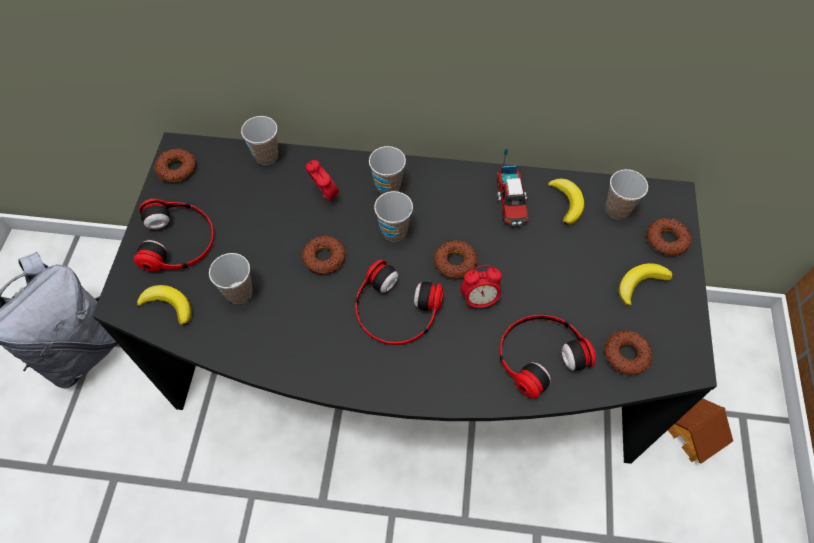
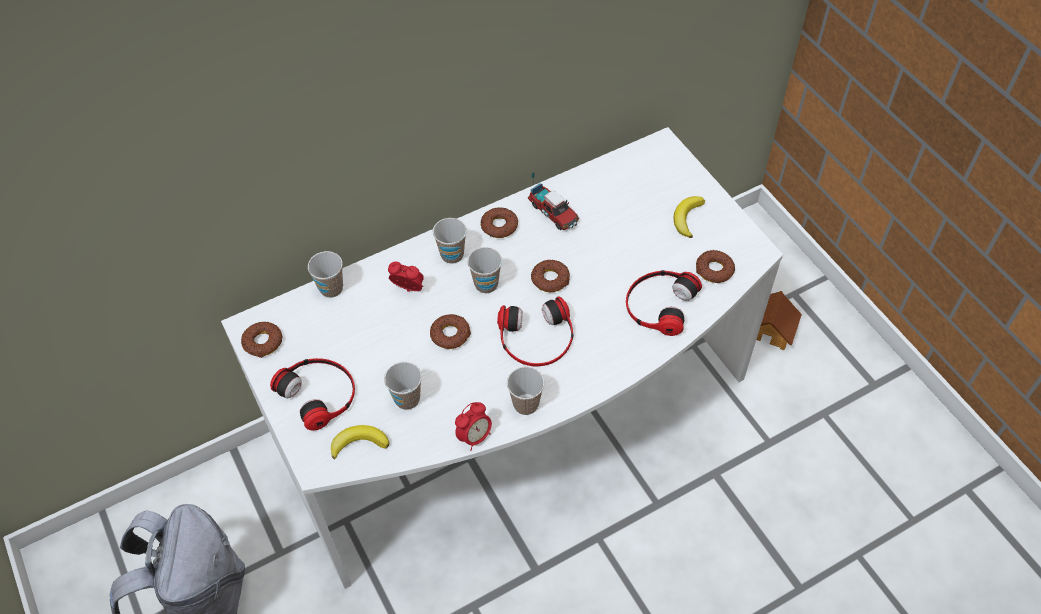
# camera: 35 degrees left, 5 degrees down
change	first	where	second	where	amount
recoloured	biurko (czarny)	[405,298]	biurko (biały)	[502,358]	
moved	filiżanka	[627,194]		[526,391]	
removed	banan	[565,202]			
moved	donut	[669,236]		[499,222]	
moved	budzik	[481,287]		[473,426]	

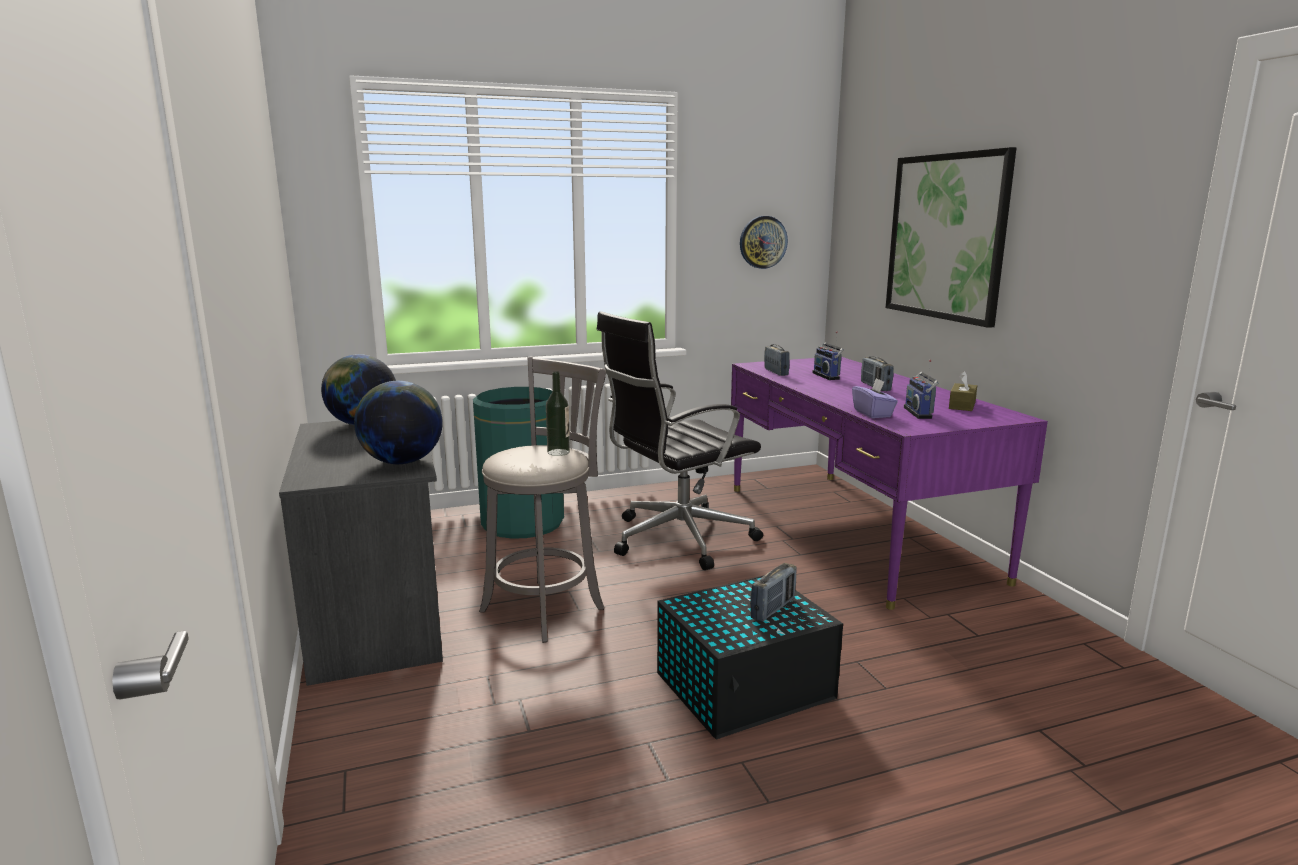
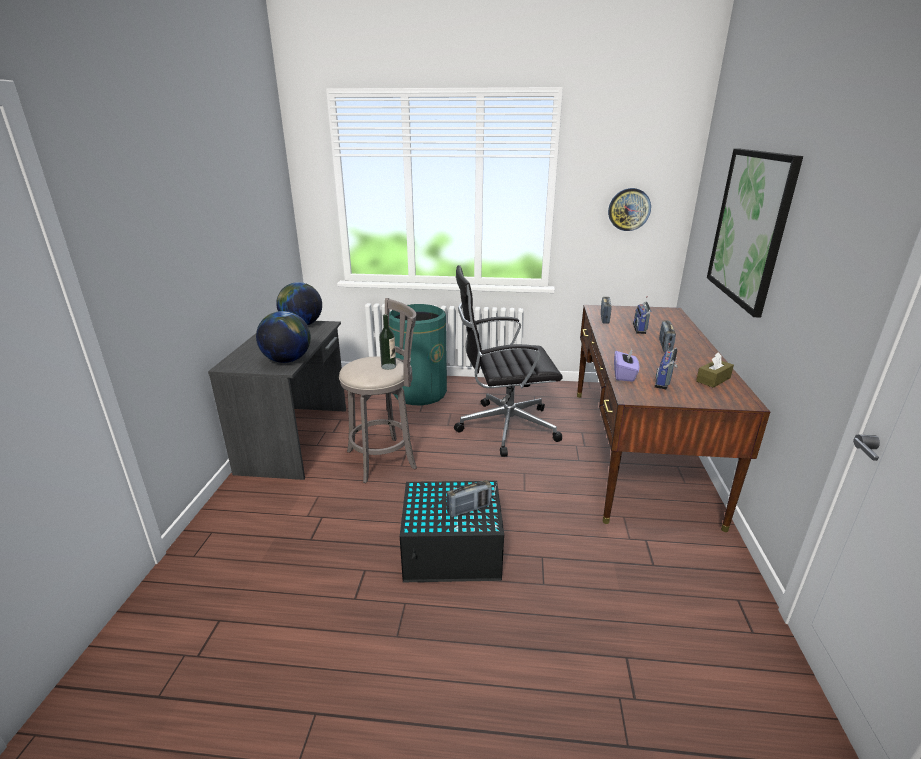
# camera: 25 degrees right, 10 degrees up
change	first	where	second	where	amount
recoloured	biurko (fioletowy)	[889,483]	biurko (brązowy)	[673,418]	

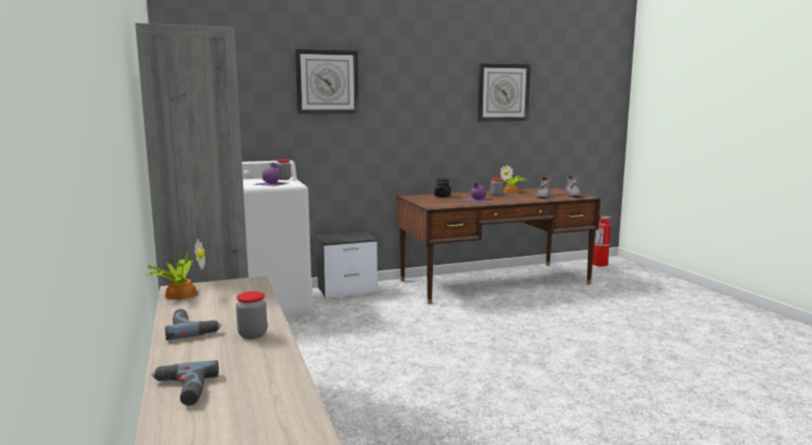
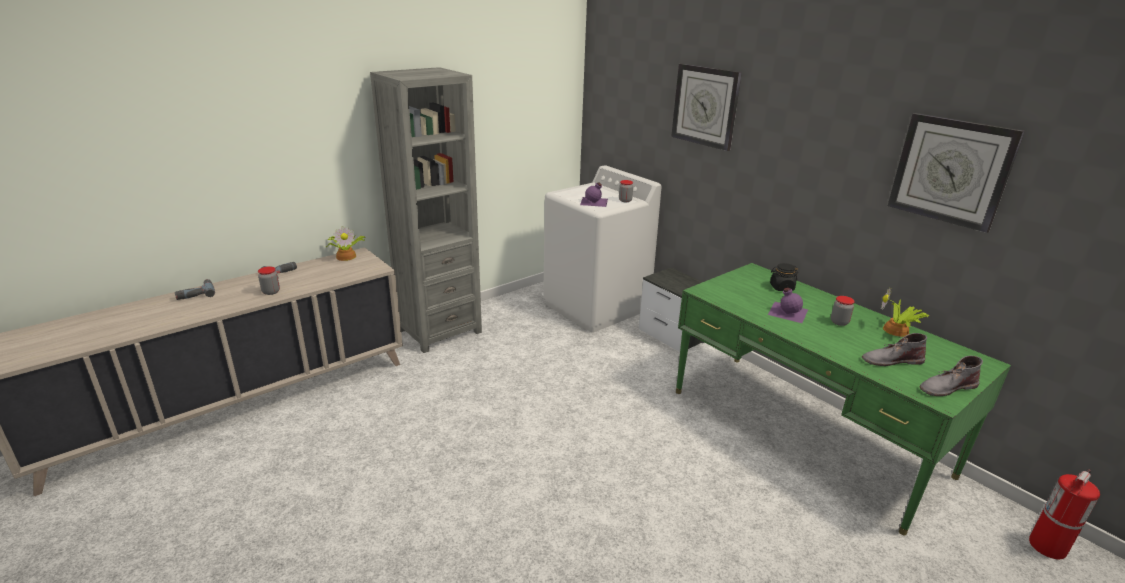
# camera: 70 degrees right, 15 degrees up
change	first	where	second	where	amount
recoloured	biurko (brązowy)	[499,245]	biurko (zielony)	[843,399]	

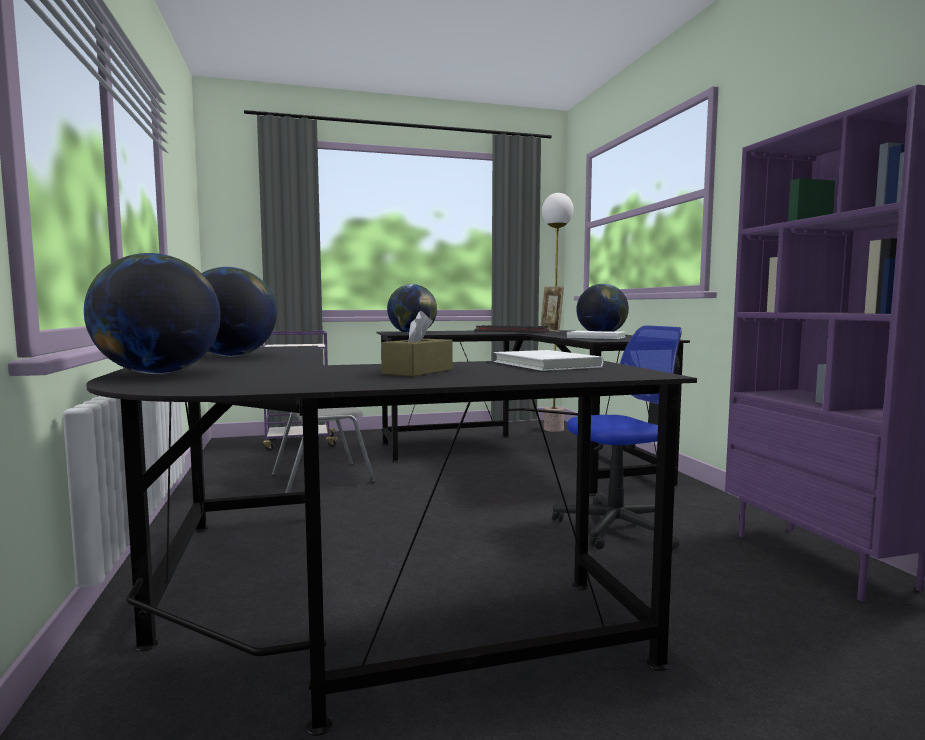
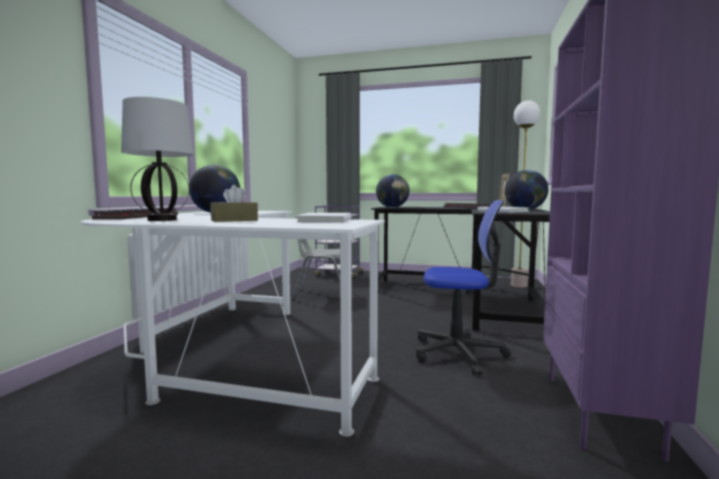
# camera: 30 degrees right, 0 degrees up
change	first	where	second	where	amount
replaced	globus	[152,313]	klawiatura	[135,214]	
recoloured	biurko (czarny)	[391,541]	biurko (biały)	[233,324]	
added			lampa stołowa	[157,159]	

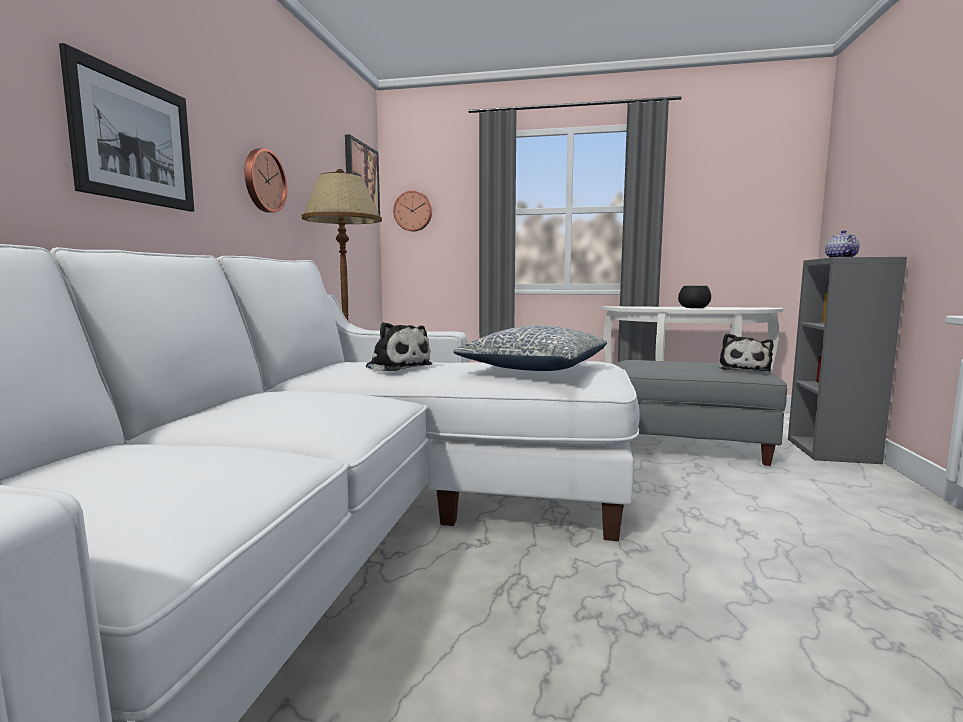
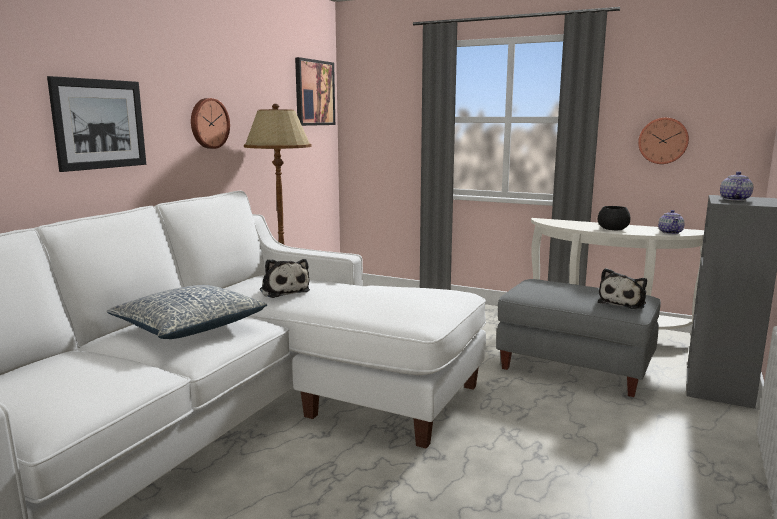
# camera: 15 degrees right, 5 degrees up
change	first	where	second	where	amount
moved	zegar ścienny	[412,211]		[663,141]	
moved	poduszka	[530,348]		[187,312]	
added			imbryk	[671,222]	

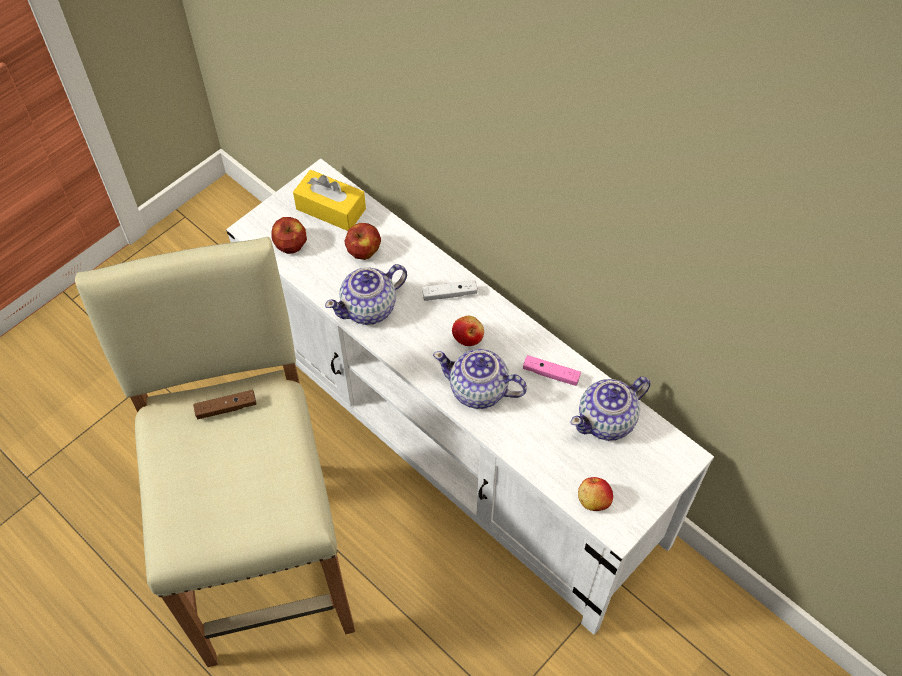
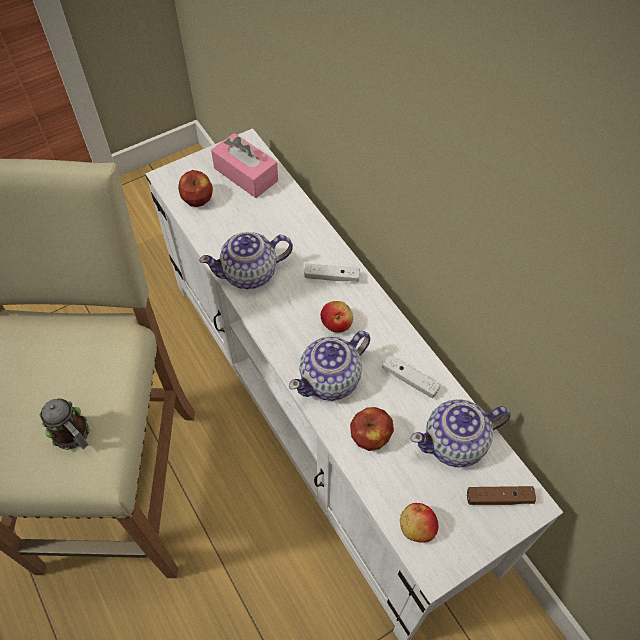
# camera: 15 degrees right, 0 degrees up
change	first	where	second	where	amount
recoloured	pudełko chusteczek (żółty)	[329,200]	pudełko chusteczek (różowy)	[244,165]	
moved	jabłko	[362,241]		[372,429]	
turned	imbryk	[480,379]		[329,366]	75 degrees counterclockwise
recoloured	pad do gier (różowy)	[552,370]	pad do gier (biały)	[411,376]	
moved	pad do gier (brązowy)	[224,404]		[501,495]	
added			kubek	[65,424]	

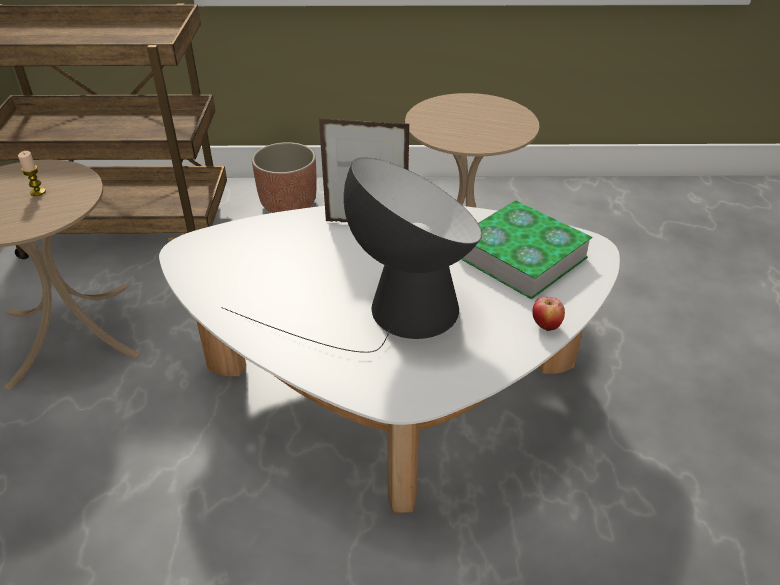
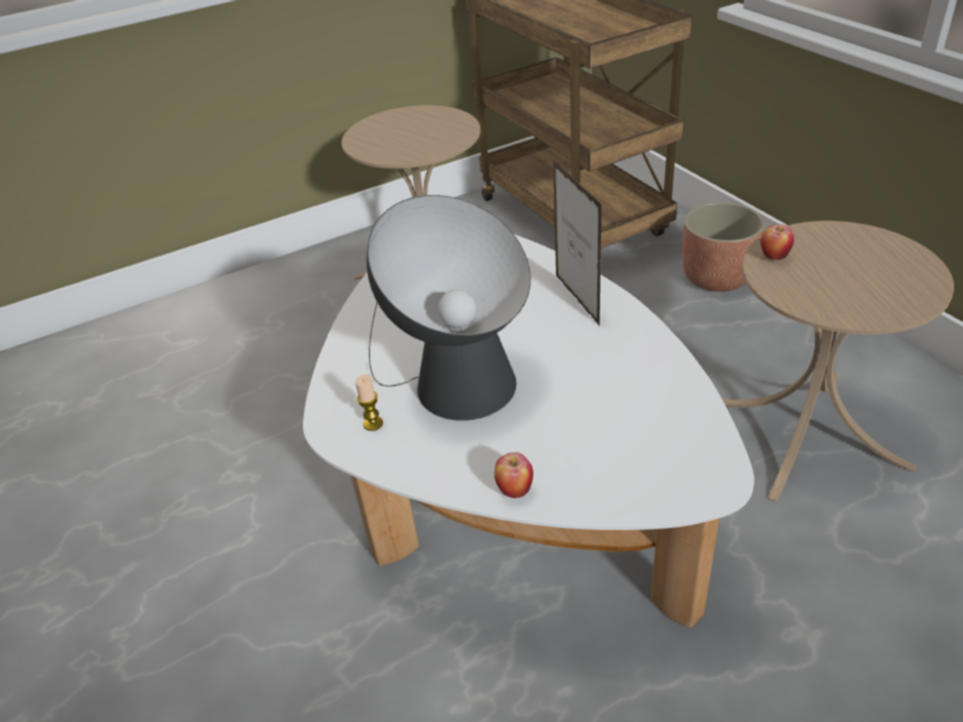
# camera: 65 degrees right, 0 degrees up
change	first	where	second	where	amount
moved	świeca	[32,173]		[369,403]	
removed	książka	[526,250]			
added			jabłko	[777,242]	

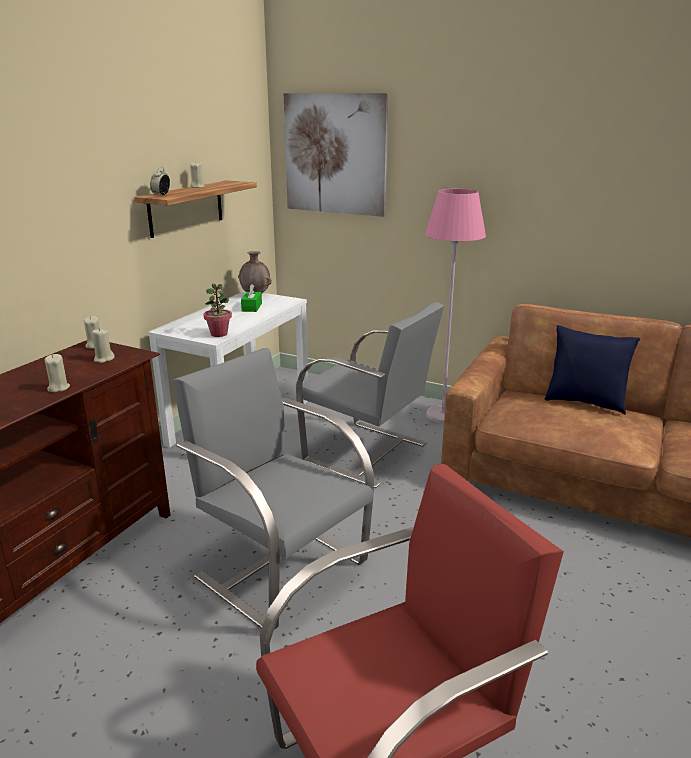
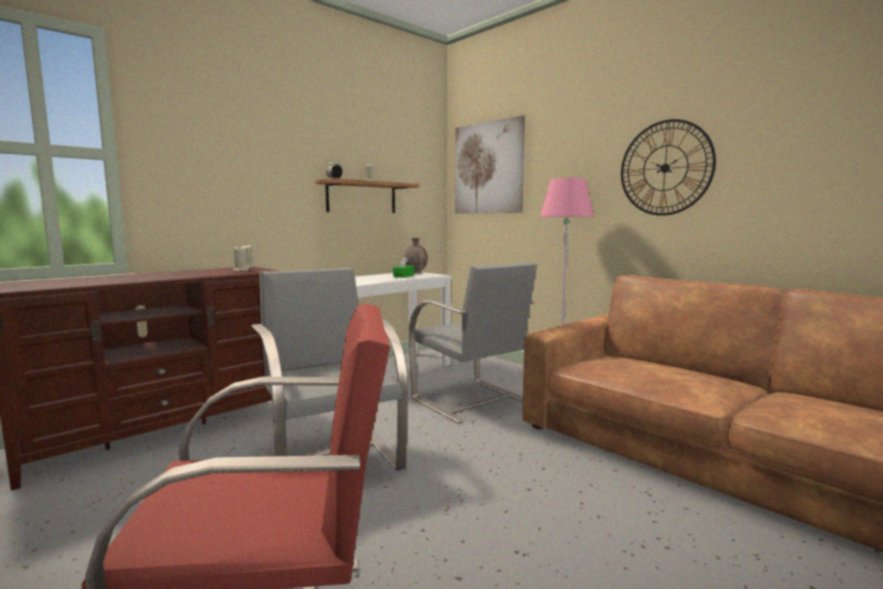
# camera: 20 degrees right, 15 degrees down
change	first	where	second	where	amount
removed	roślina doniczkowa	[217,310]			
removed	poduszka (niebieski)	[592,370]			
removed	świeca (beżowy)	[57,373]			
added			zegar ścienny	[668,167]	

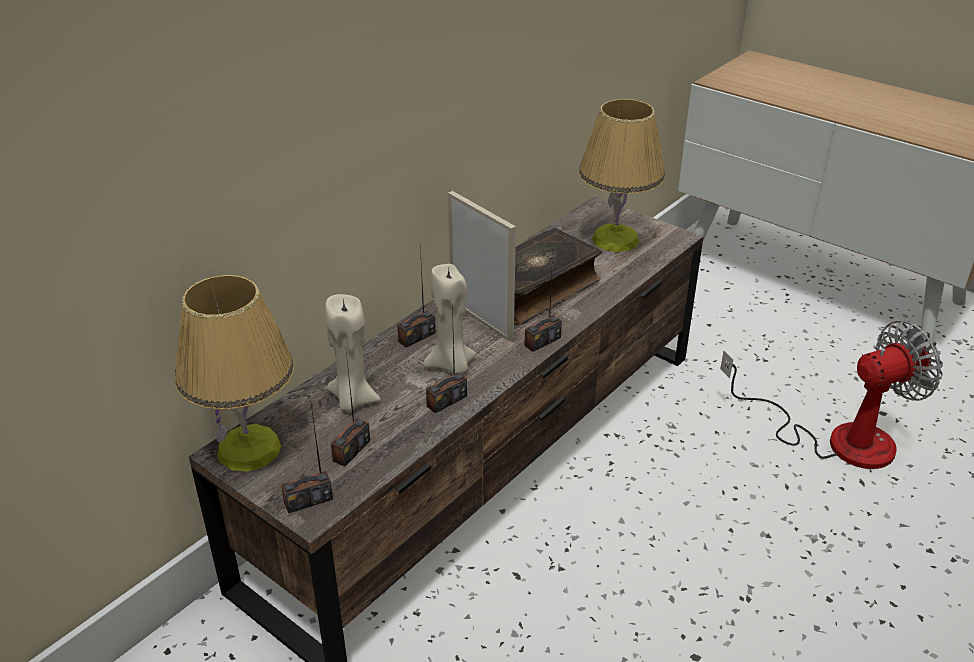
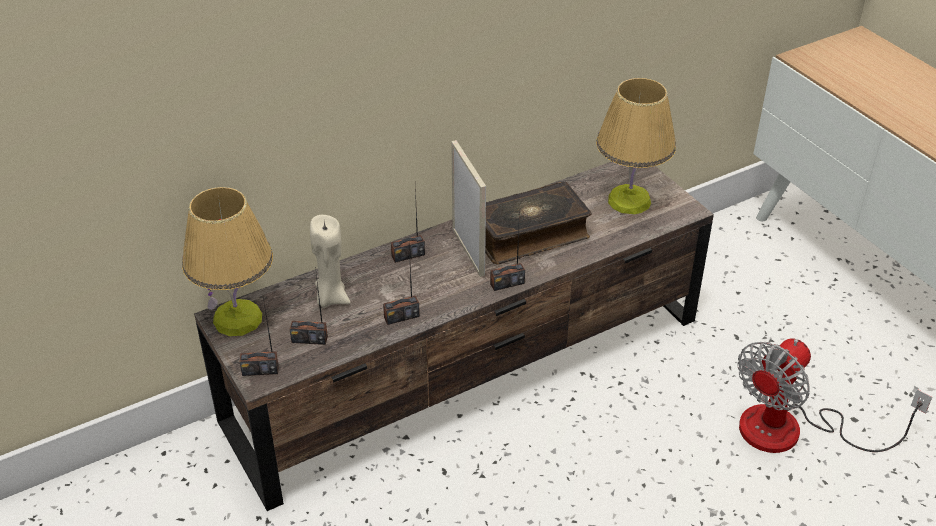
# camera: 20 degrees right, 5 degrees up
change	first	where	second	where	amount
removed	świeca (beżowy)	[449,319]			
turned	wentylator	[831,394]		[835,395]	135 degrees clockwise
turned	radio	[350,409]		[309,305]	45 degrees clockwise

